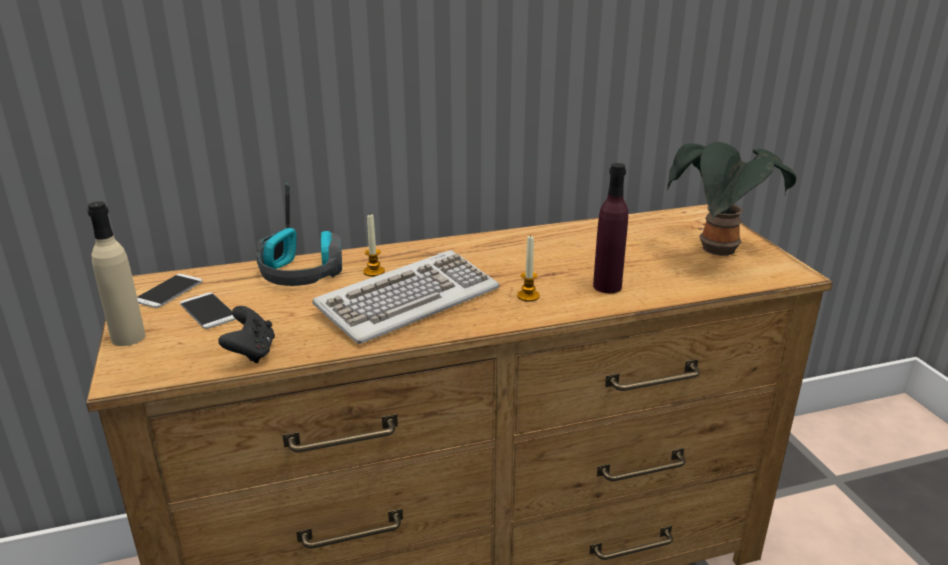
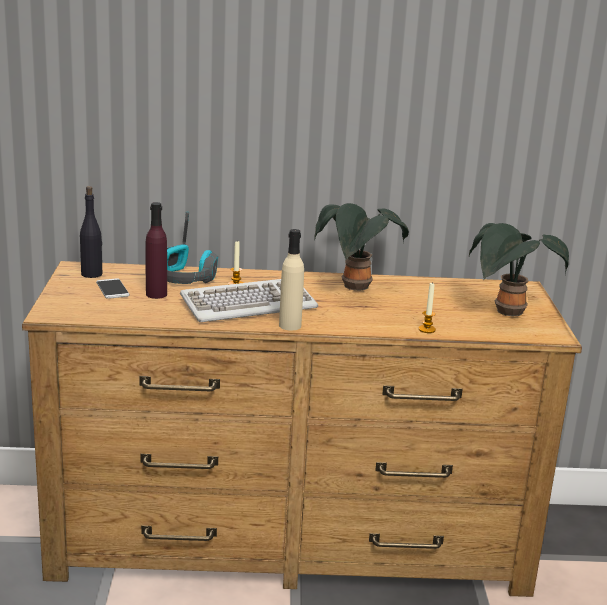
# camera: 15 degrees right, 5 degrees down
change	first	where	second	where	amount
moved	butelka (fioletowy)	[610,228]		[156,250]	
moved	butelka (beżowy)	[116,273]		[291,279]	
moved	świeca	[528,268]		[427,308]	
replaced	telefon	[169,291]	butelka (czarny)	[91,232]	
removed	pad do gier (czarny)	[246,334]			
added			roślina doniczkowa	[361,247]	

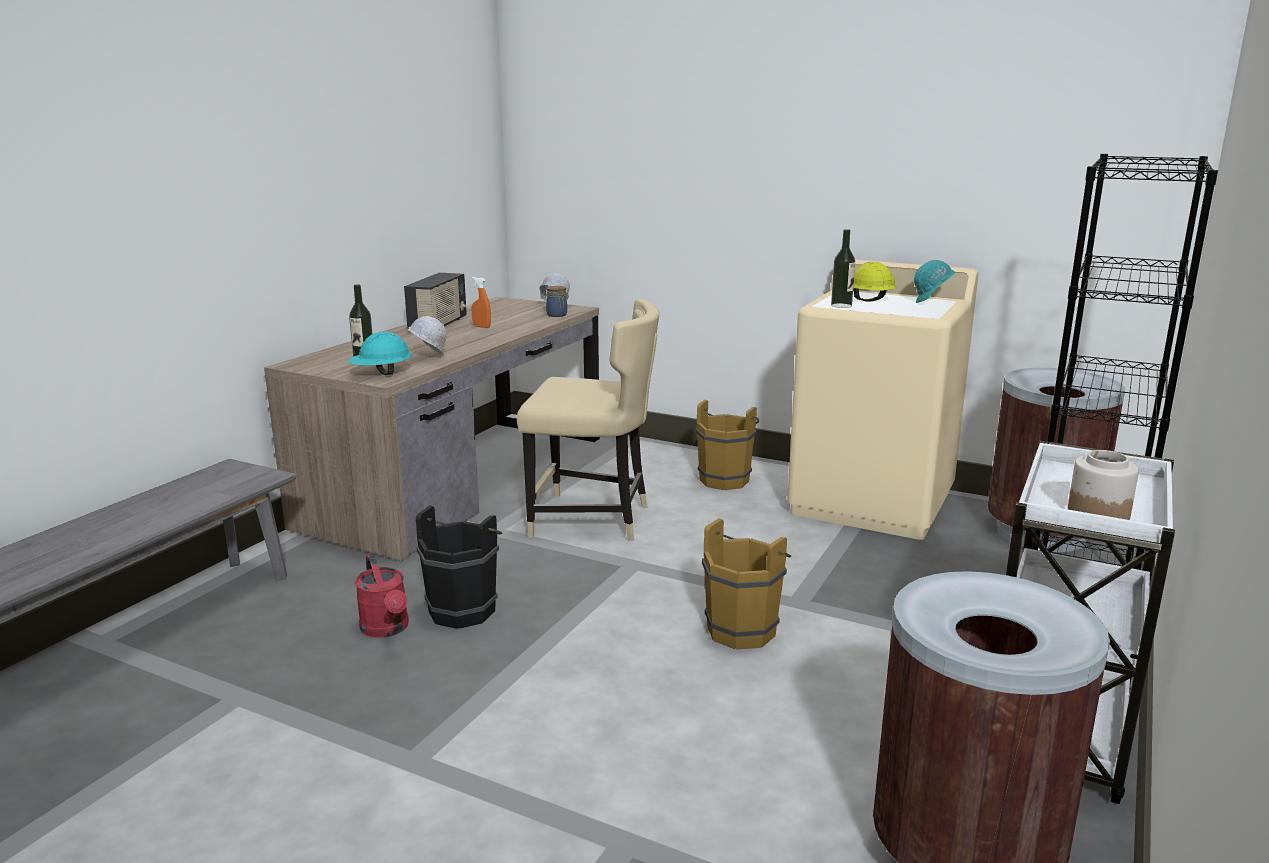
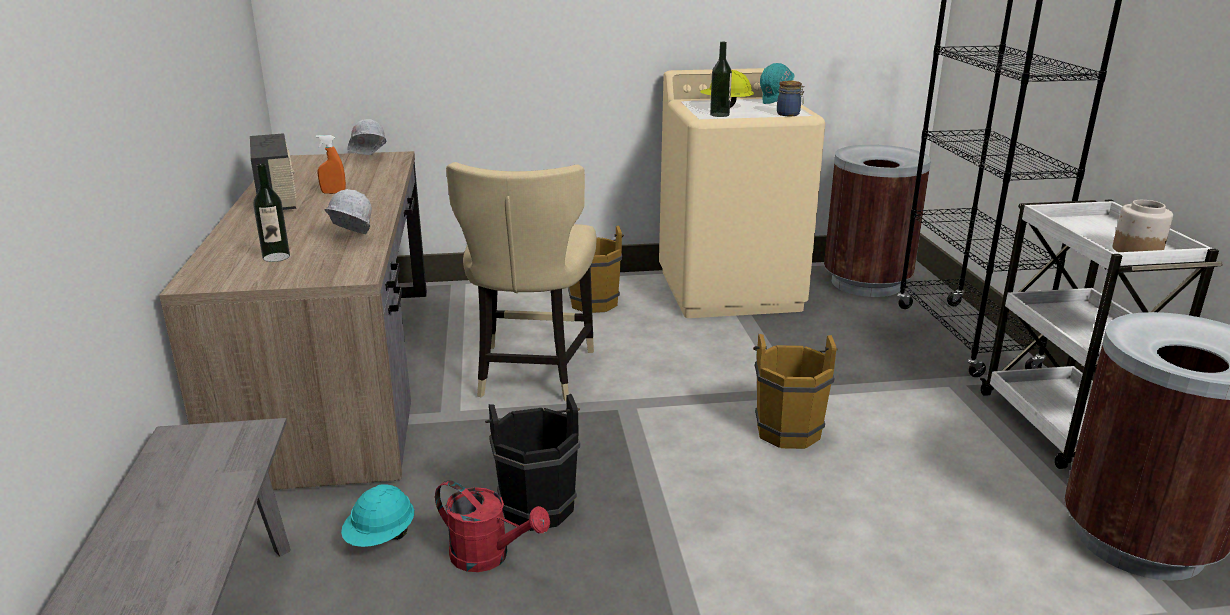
# camera: 35 degrees left, 5 degrees up
change	first	where	second	where	amount
moved	słoik	[556,301]		[790,98]	
turned	krzesło (beżowy)	[588,420]		[521,281]	120 degrees clockwise
moved	kask (turkusowy)	[380,353]		[377,516]	

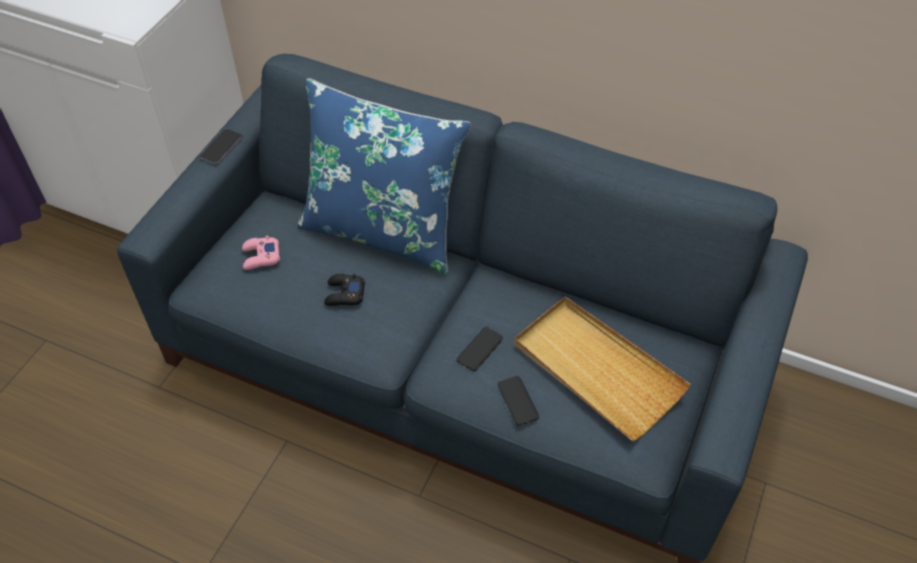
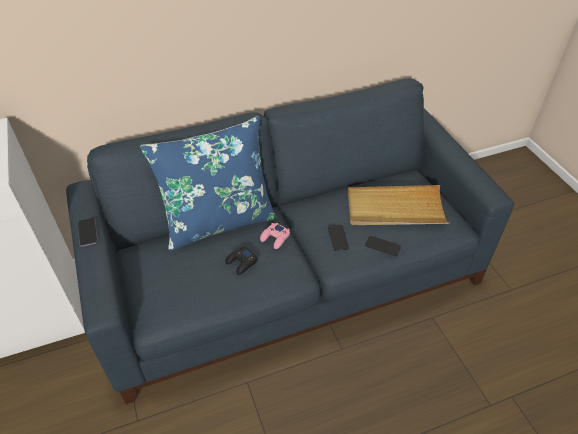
# camera: 45 degrees left, 5 degrees down
change	first	where	second	where	amount
moved	pad do gier (różowy)	[261,253]		[275,236]	

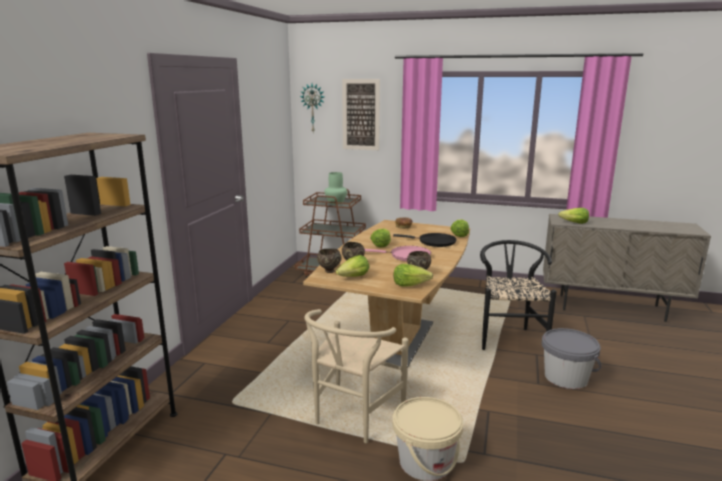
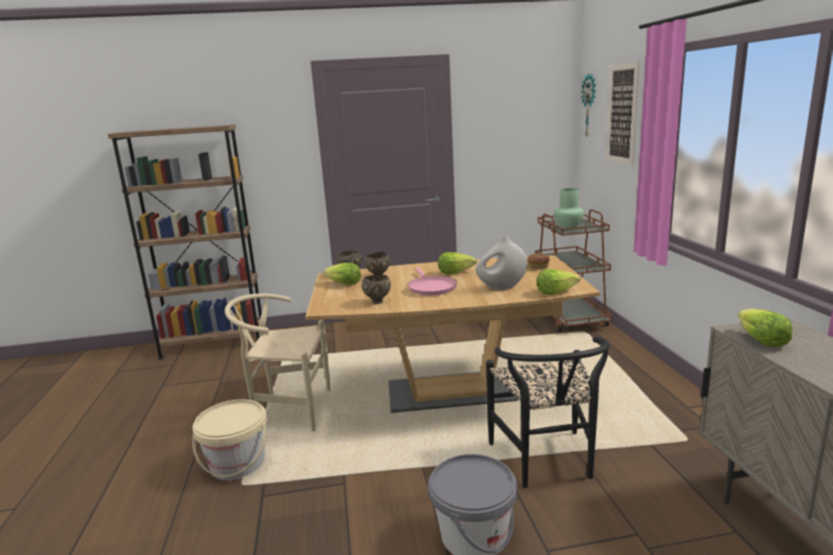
# camera: 65 degrees right, 0 degrees up
change	first	where	second	where	amount
replaced	patelnia (czarny)	[425,240]	wazon (biały)	[501,263]	
turned	krzesło (czarny)	[518,295]		[548,412]	105 degrees clockwise
removed	sałata	[413,275]			

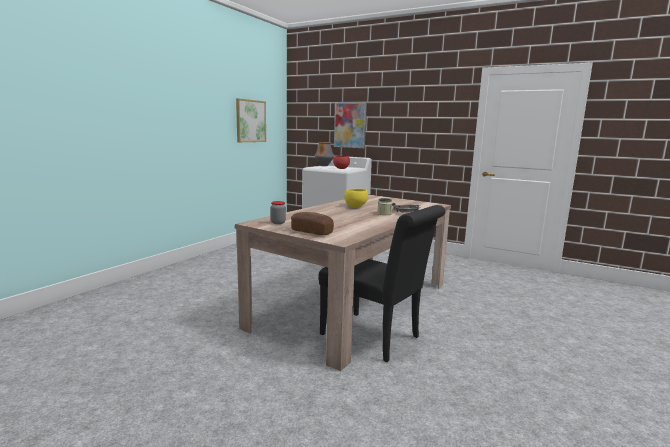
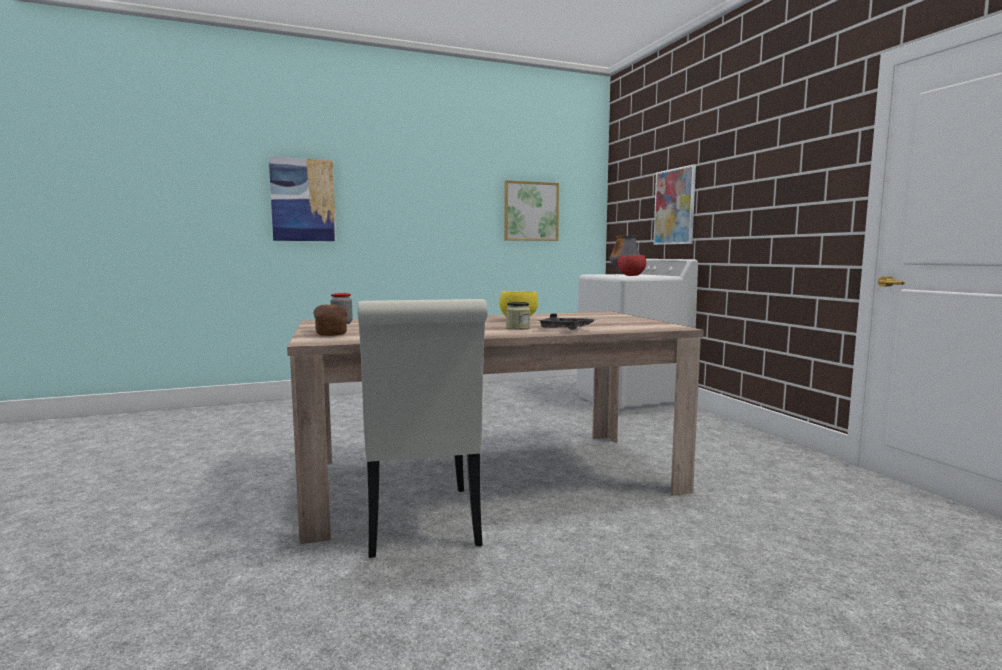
# camera: 40 degrees right, 5 degrees down
change	first	where	second	where	amount
recoloured	krzesło (czarny)	[382,283]	krzesło (biały)	[422,428]	
added			obraz	[302,199]	

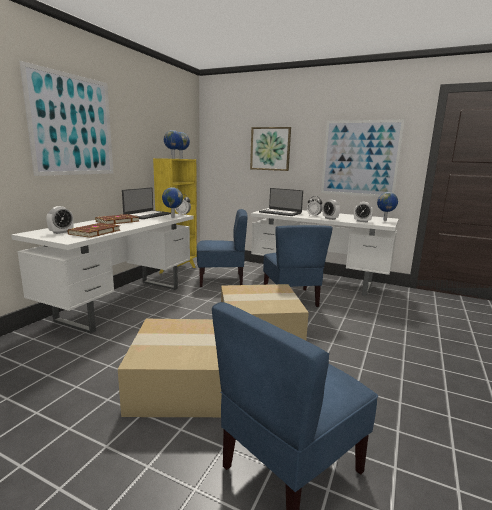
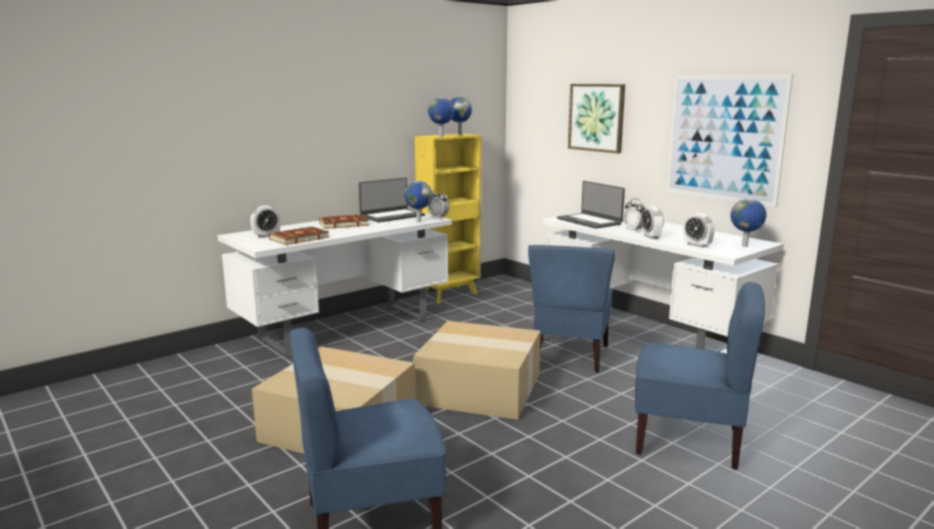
# camera: 25 degrees right, 0 degrees up
change	first	where	second	where	amount
removed	obraz	[66,118]			
moved	krzesło (niebieski)	[222,248]		[700,376]	

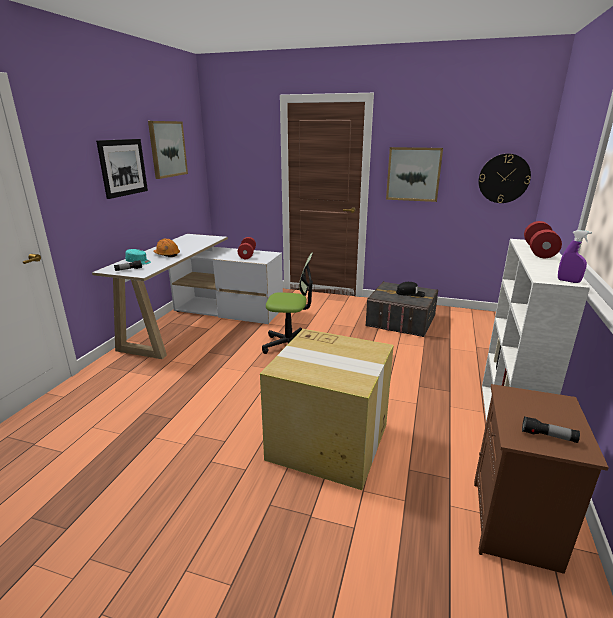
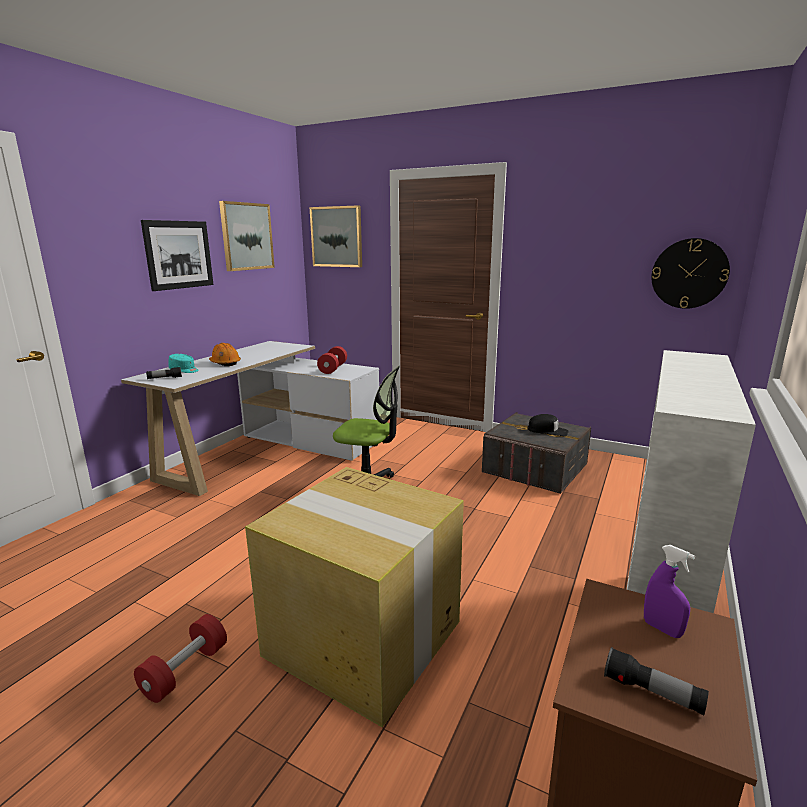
# camera: 10 degrees right, 5 degrees down
change	first	where	second	where	amount
moved	obraz	[414,174]		[336,236]	
moved	hantel (czerwony)	[543,239]		[180,658]	
moved	spryskiwacz (fioletowy)	[575,256]		[669,591]	

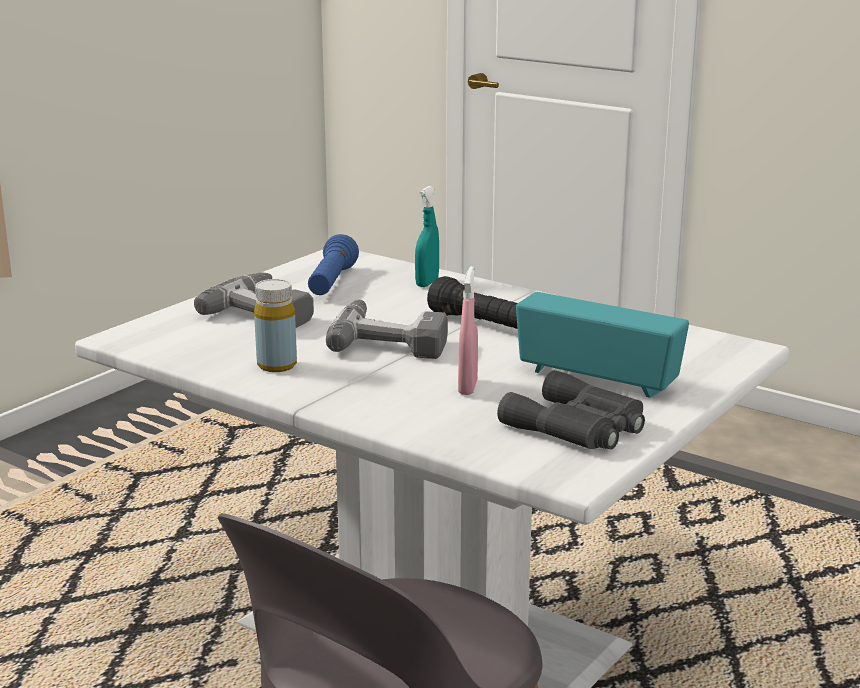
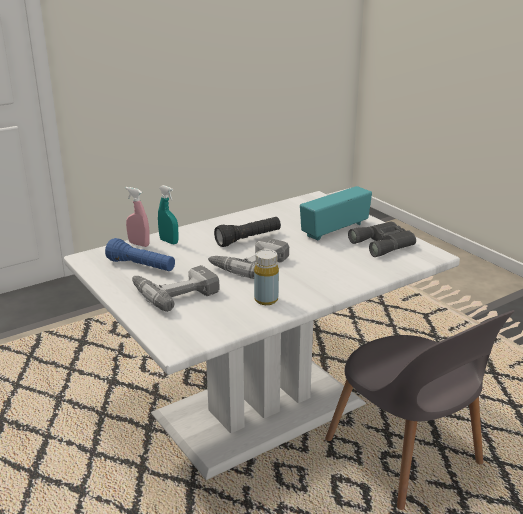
# camera: 70 degrees left, 5 degrees up
change	first	where	second	where	amount
moved	spryskiwacz (różowy)	[468,330]		[138,217]	

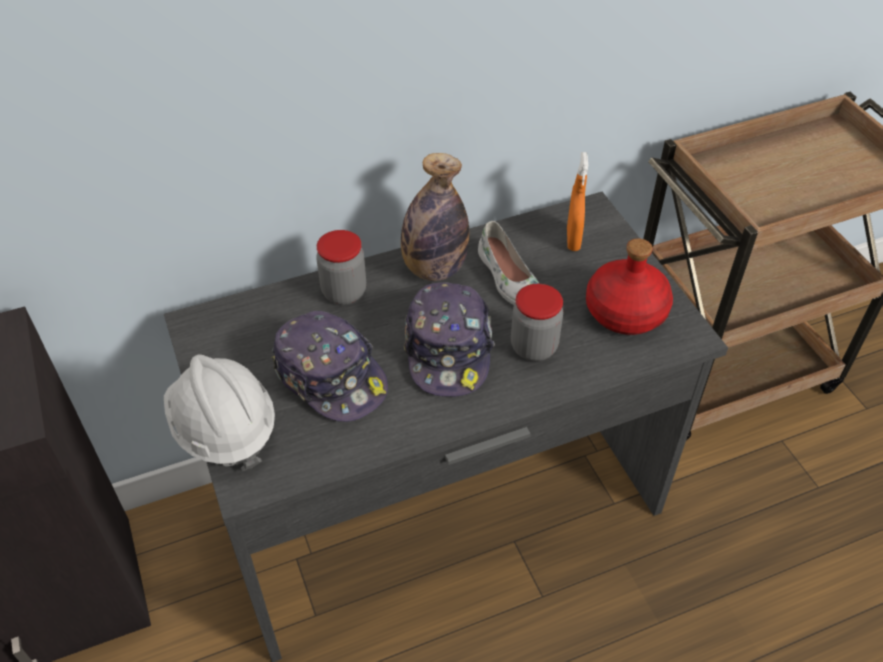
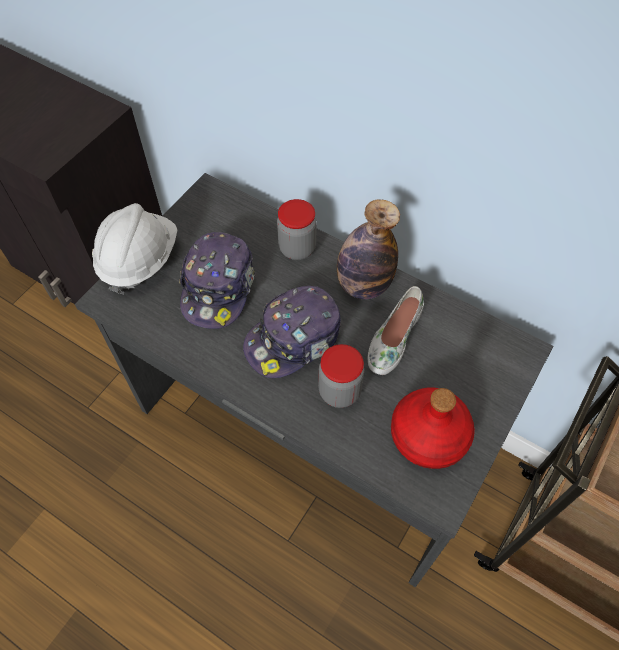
# camera: 55 degrees right, 10 degrees up
change	first	where	second	where	amount
removed	spryskiwacz (pomarańczowy)	[577,201]			

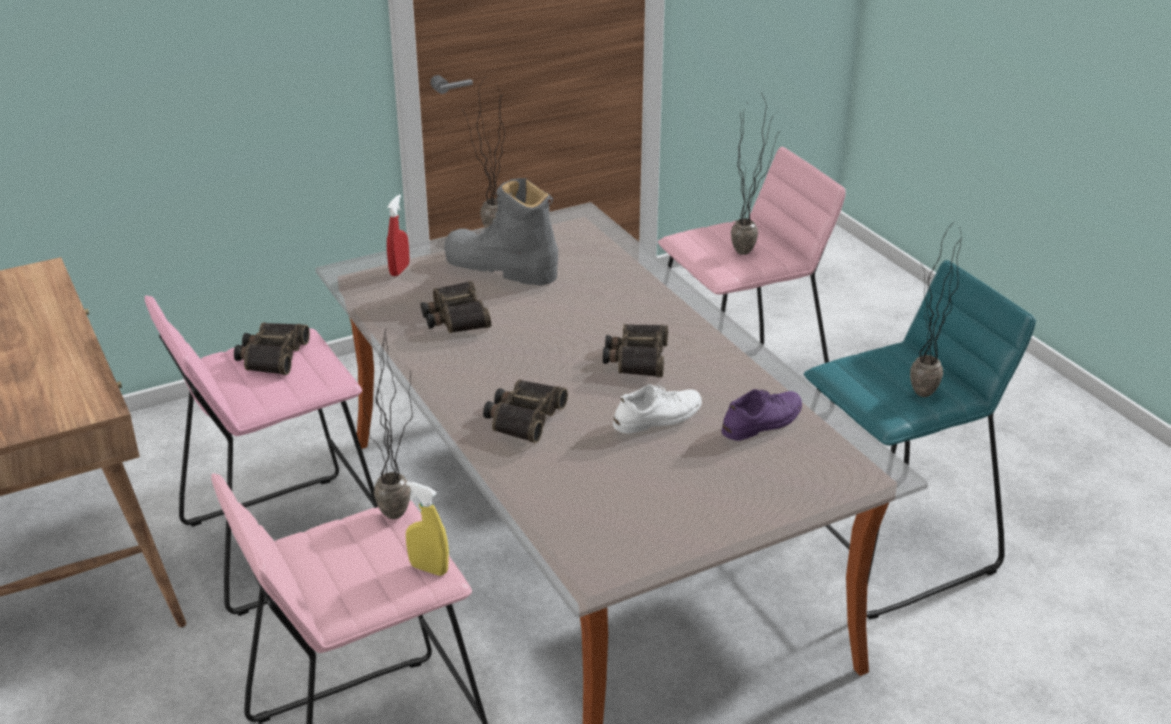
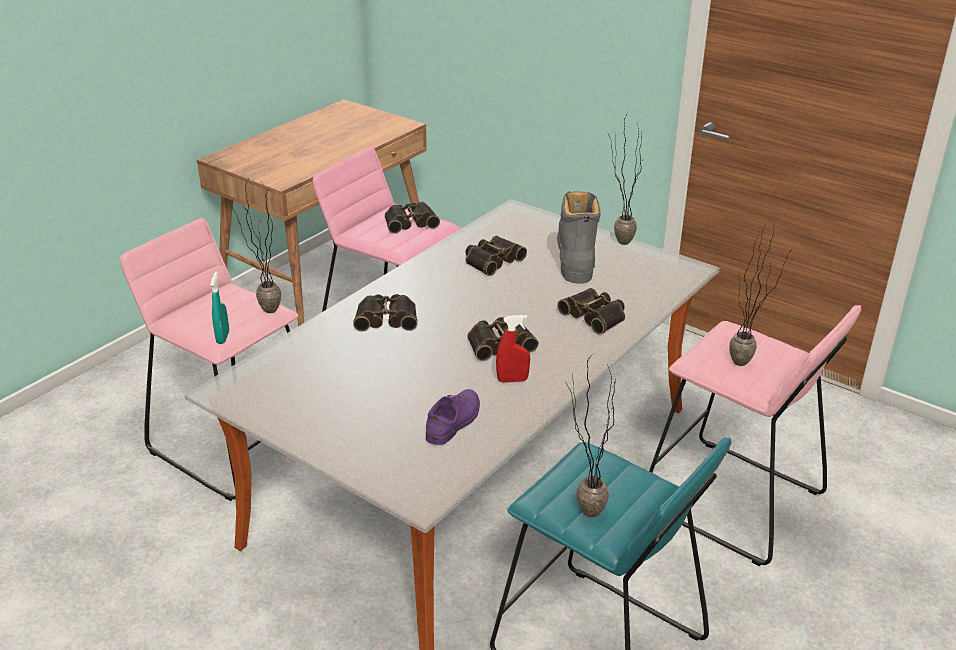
# camera: 65 degrees right, 0 degrees up
change	first	where	second	where	amount
moved	spryskiwacz (czerwony)	[398,235]		[513,348]	
removed	but (biały)	[657,409]			
turned	but (fioletowy)	[761,415]		[453,417]	90 degrees counterclockwise
recoloured	spryskiwacz (żółty)	[427,528]	spryskiwacz (turkusowy)	[219,308]	
added			lornetka	[591,311]	

